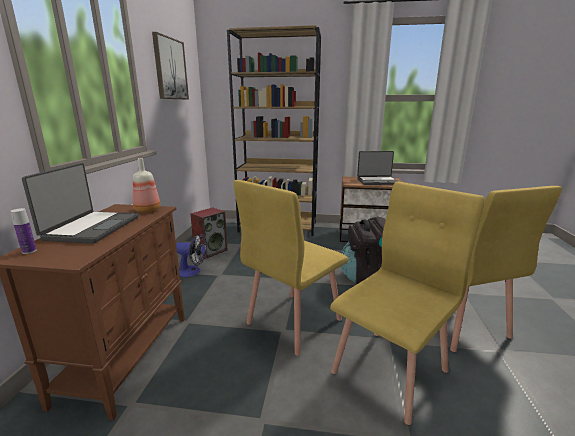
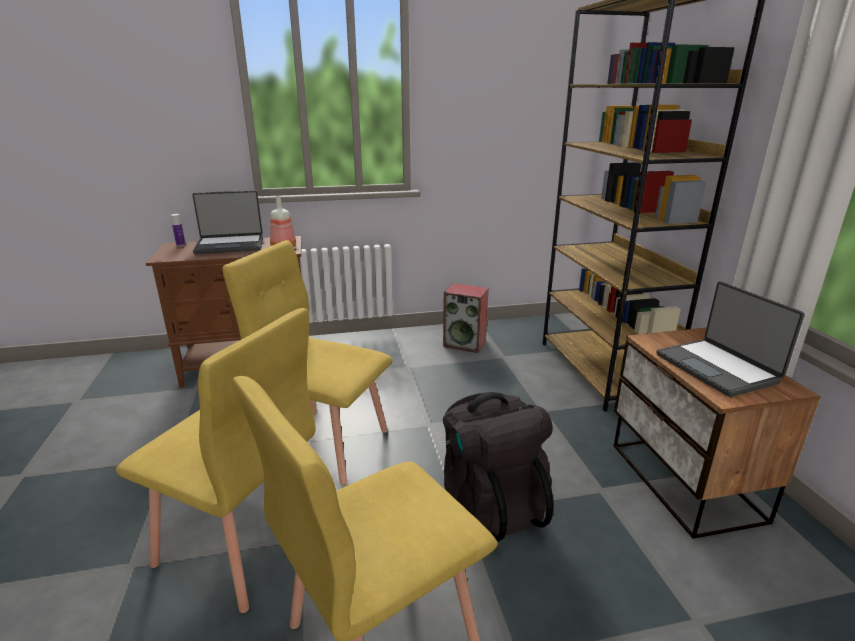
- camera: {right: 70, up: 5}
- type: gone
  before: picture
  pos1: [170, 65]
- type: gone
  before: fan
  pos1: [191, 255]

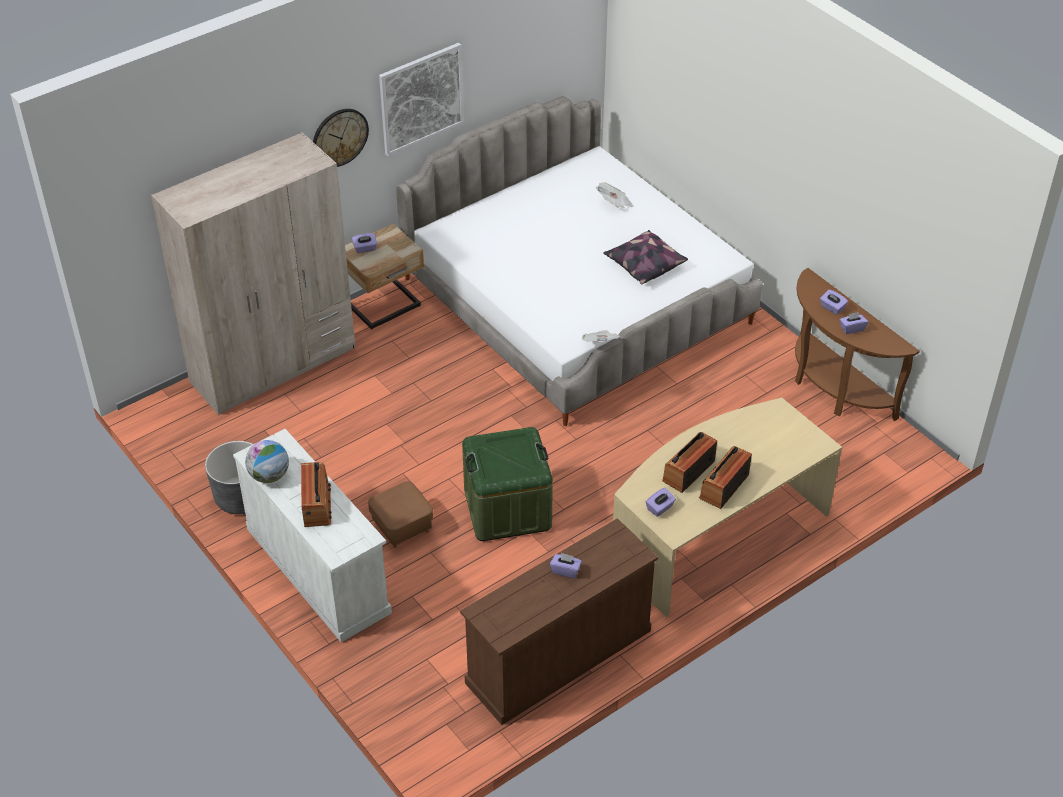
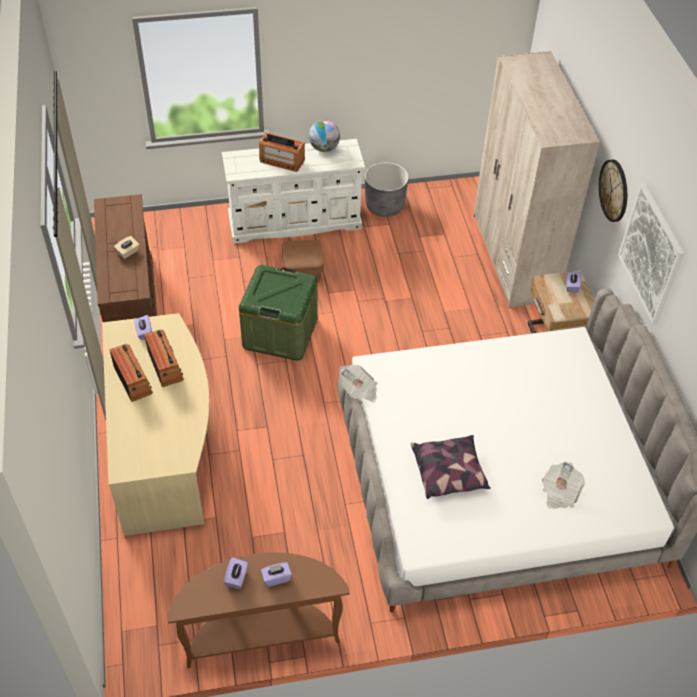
- camera: {right: 115, up: 5}
- type: repainted
  before: purple tissue box
  after: beige tissue box
  pos1: [566, 565]
  pos2: [126, 247]

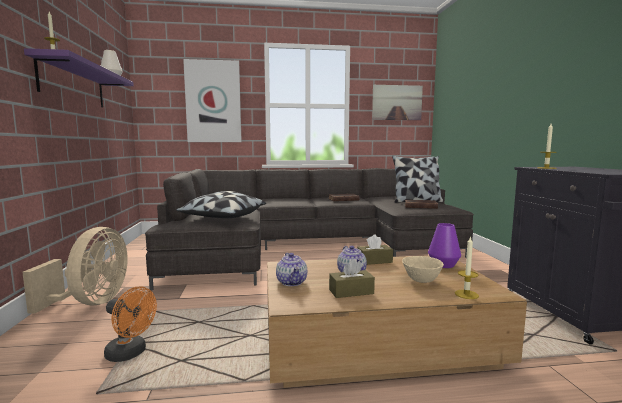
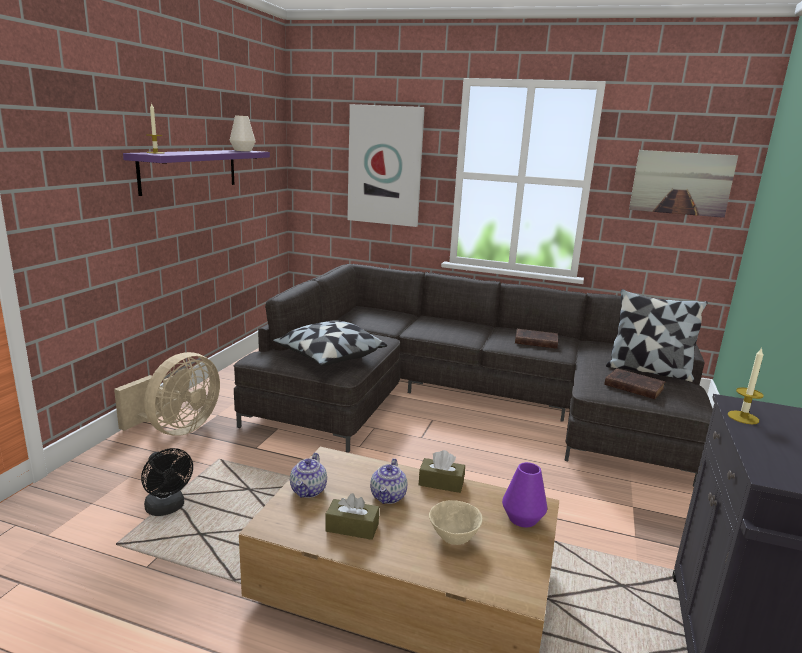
- camera: {right: 25, up: 10}
- type: gone
  before: candle
  pos1: [467, 267]
- type: repainted
  before: orange fan
  after: black fan
  pos1: [130, 324]
  pos2: [167, 482]

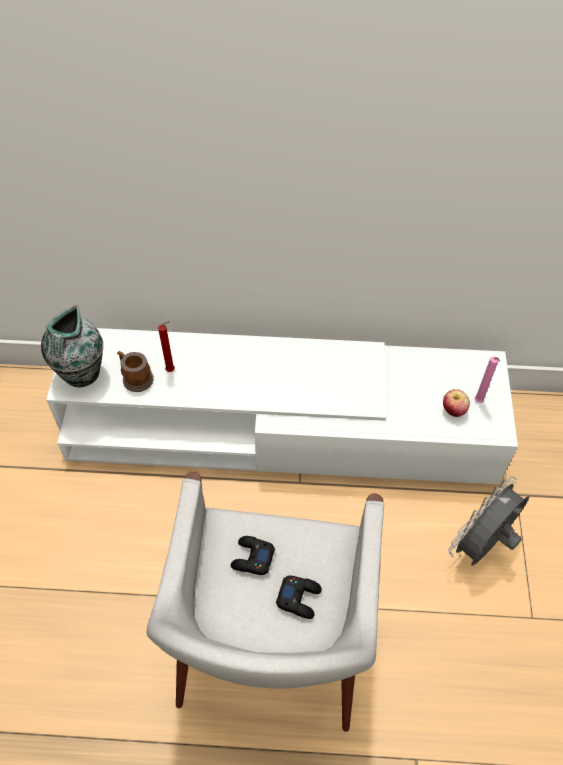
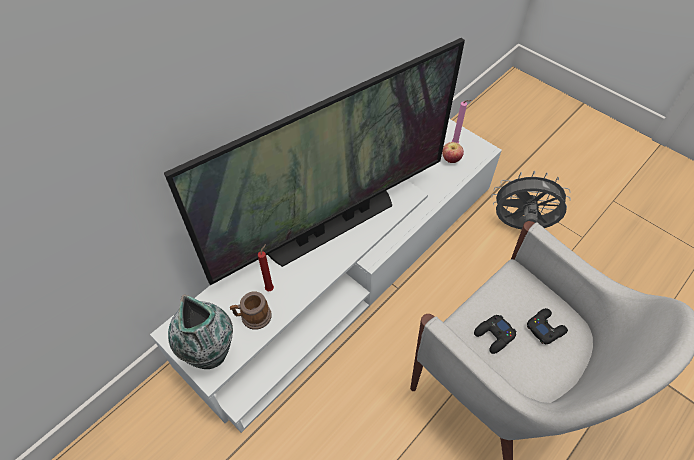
- camera: {right: -50, up: 0}
- type: rotated
  before: grey fan
  pos1: [489, 521]
  pos2: [531, 200]
  turn: 105
- type: new
  after: television
  pos2: [314, 161]

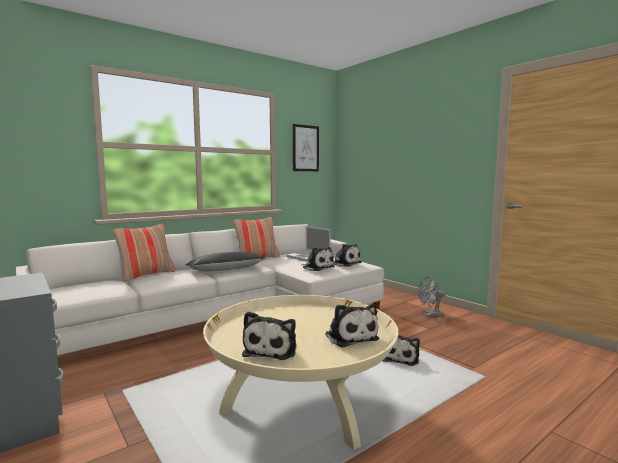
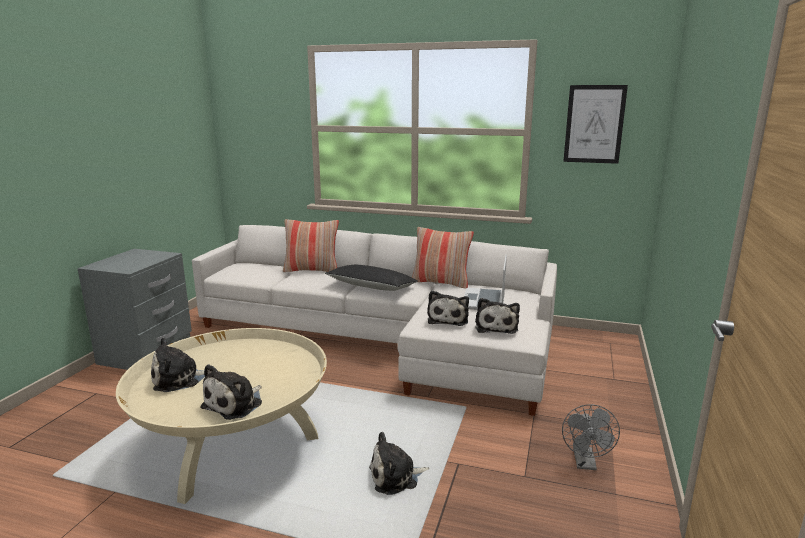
- camera: {right: 55, up: 10}
- type: rotated
  before: grey fan
  pos1: [432, 297]
  pos2: [591, 437]
  turn: -120

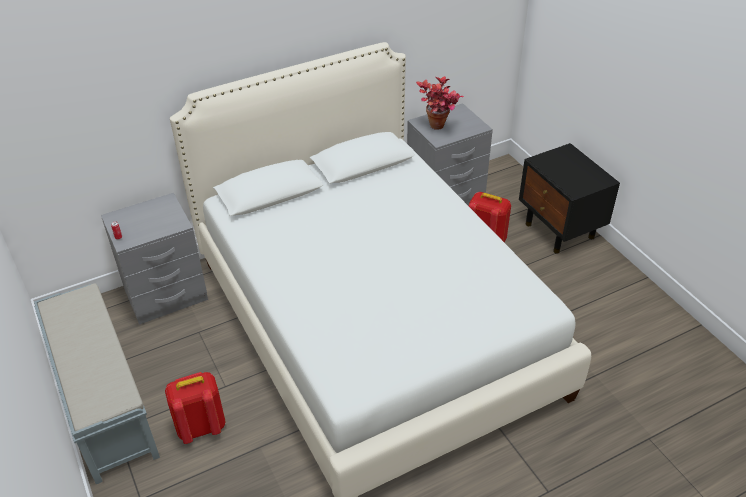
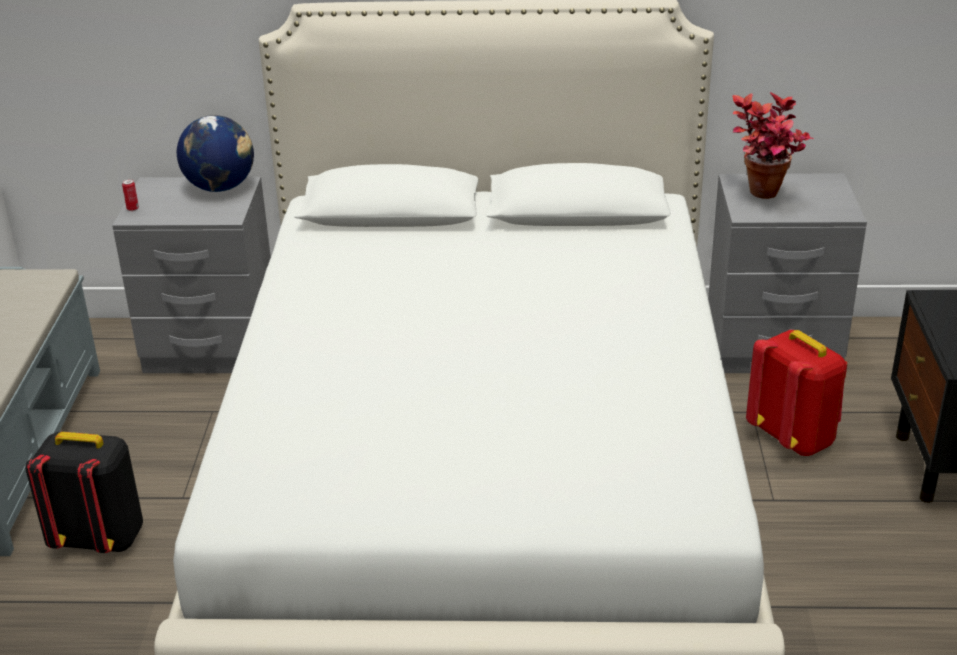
- camera: {right: 30, up: -10}
- type: repainted
  before: red backpack
  after: black backpack
  pos1: [195, 408]
  pos2: [84, 492]
- type: new
  after: globe
  pos2: [215, 153]

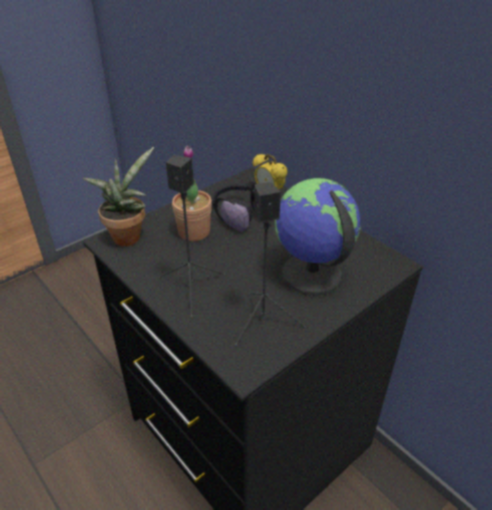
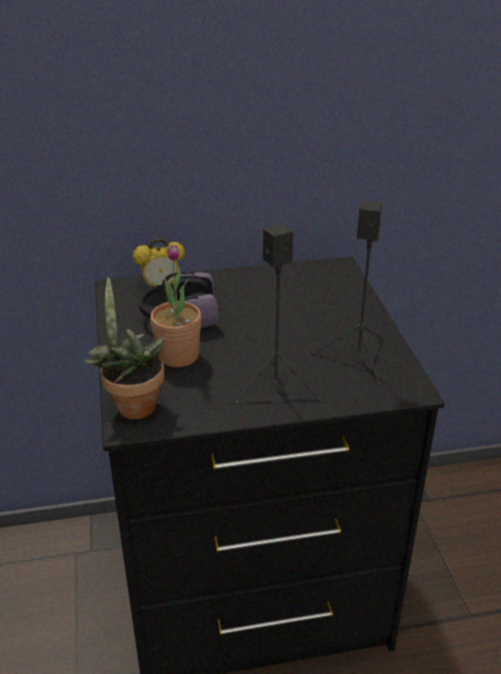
- camera: {right: -60, up: -5}
- type: gone
  before: globe
  pos1: [318, 237]

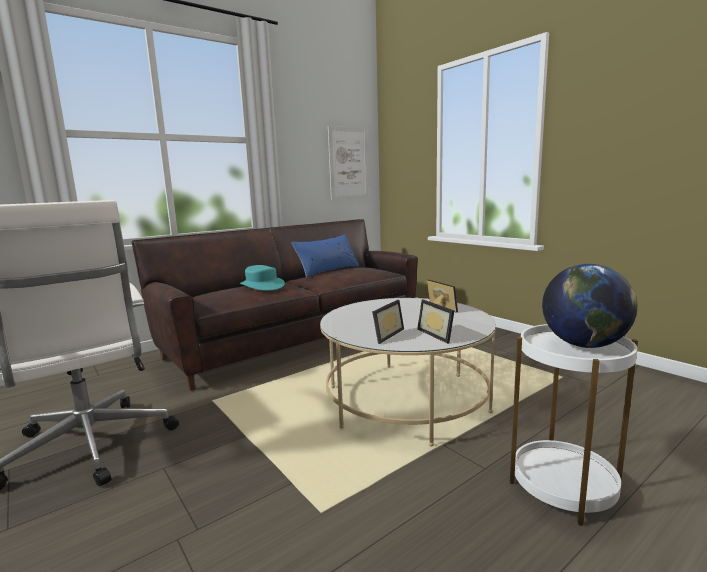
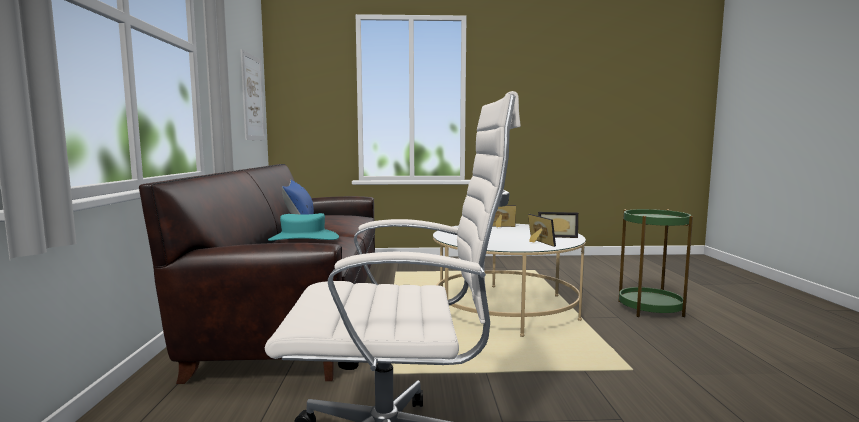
- camera: {right: -55, up: -5}
- type: gone
  before: globe
  pos1: [589, 306]
- type: repainted
  before: white side table
  after: green side table
  pos1: [574, 425]
  pos2: [655, 263]

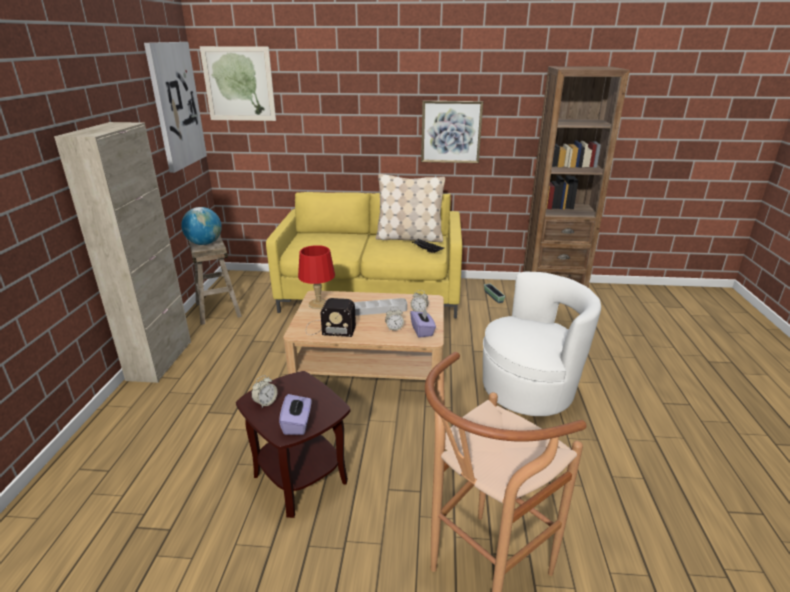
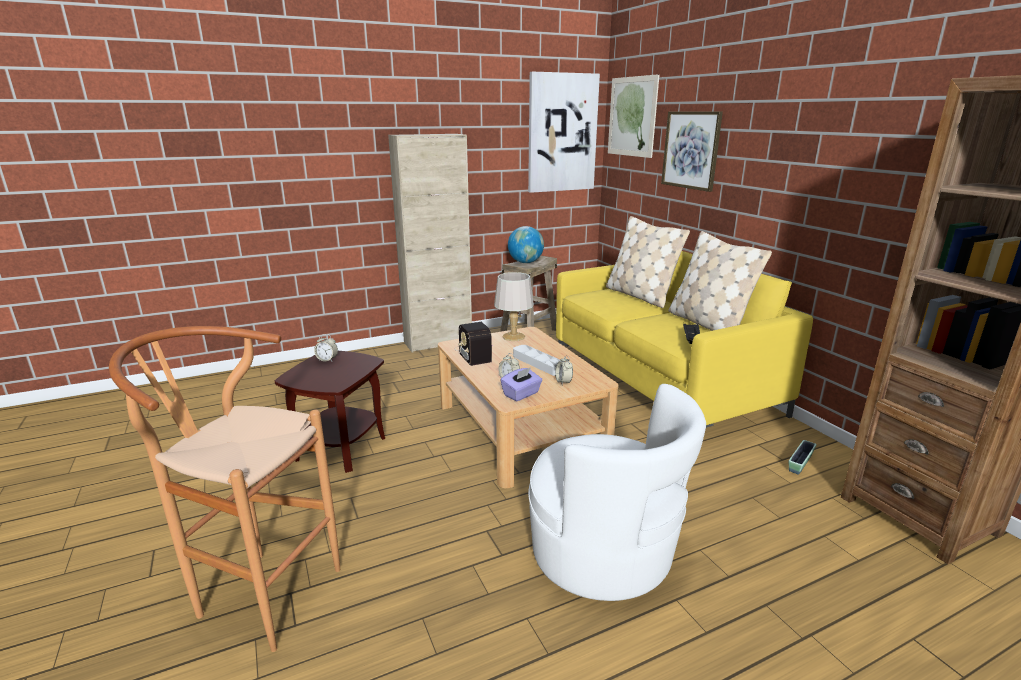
- camera: {right: 60, up: -5}
- type: shifted
  before: picture
  pos1: [452, 132]
  pos2: [692, 152]
- type: repainted
  before: red table lamp
  after: grey table lamp
  pos1: [316, 277]
  pos2: [514, 306]
- type: gone
  before: purple tissue box
  pos1: [295, 414]
- type: new
  after: beige pillow
  pos2: [648, 262]

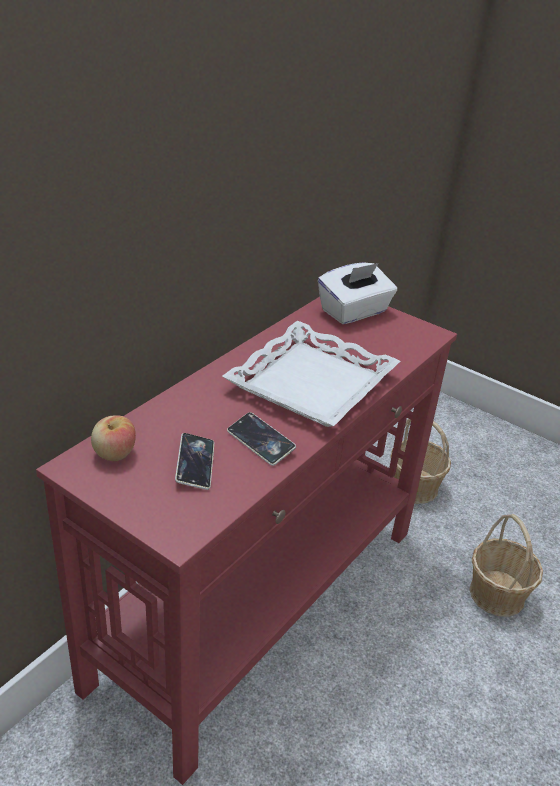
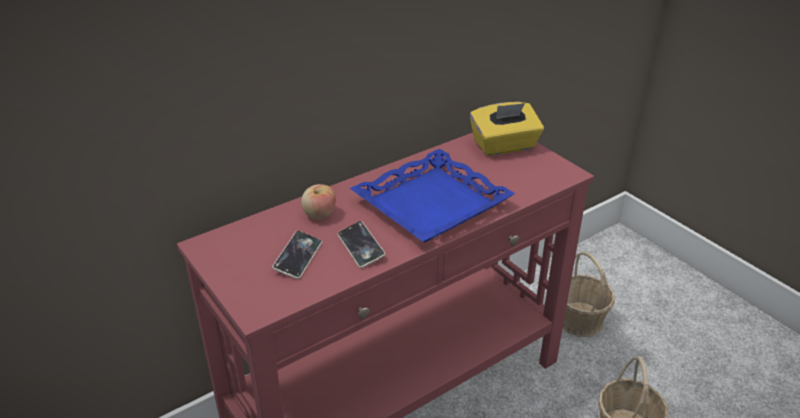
- camera: {right: 20, up: 0}
- type: repainted
  before: white tissue box
  after: yellow tissue box
  pos1: [357, 293]
  pos2: [507, 129]
- type: repainted
  before: white tray
  after: blue tray
  pos1: [311, 374]
  pos2: [433, 195]
- type: shifted
  before: apple
  pos1: [113, 438]
  pos2: [318, 202]

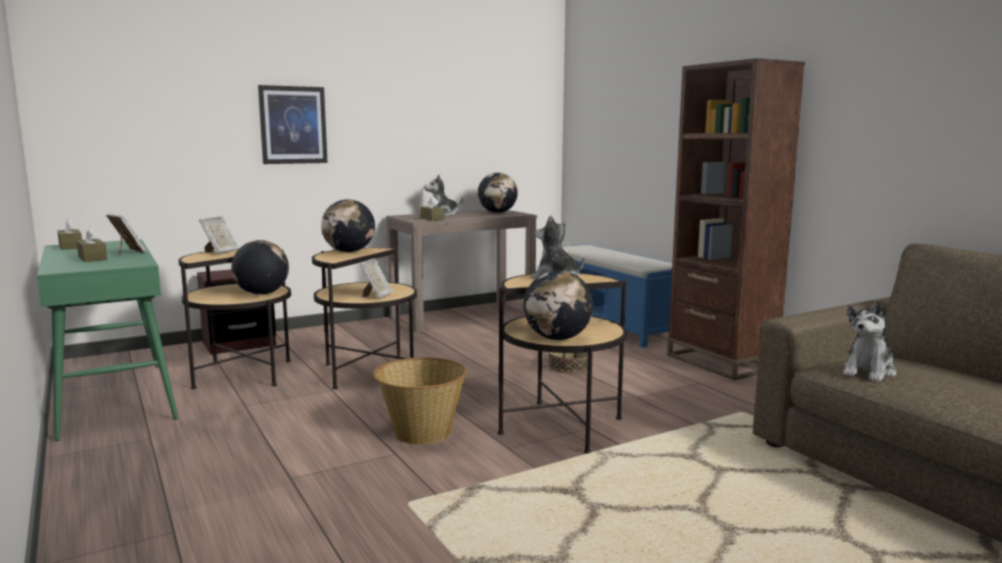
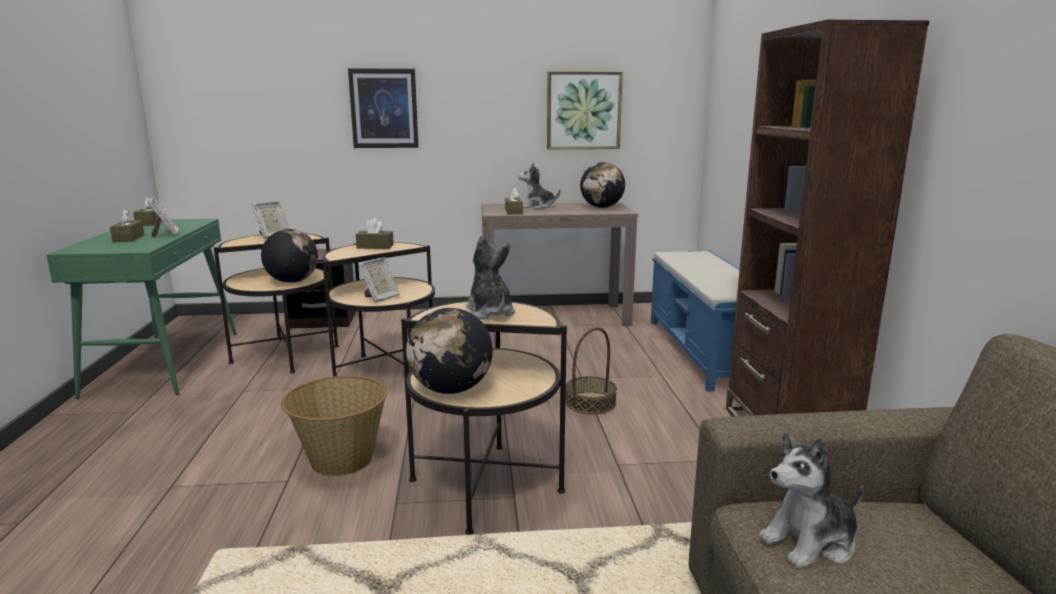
- camera: {right: 25, up: 5}
- type: swapped
  before: globe
  after: brown tissue box
  pos1: [348, 225]
  pos2: [375, 233]
- type: new
  after: picture
  pos2: [585, 110]

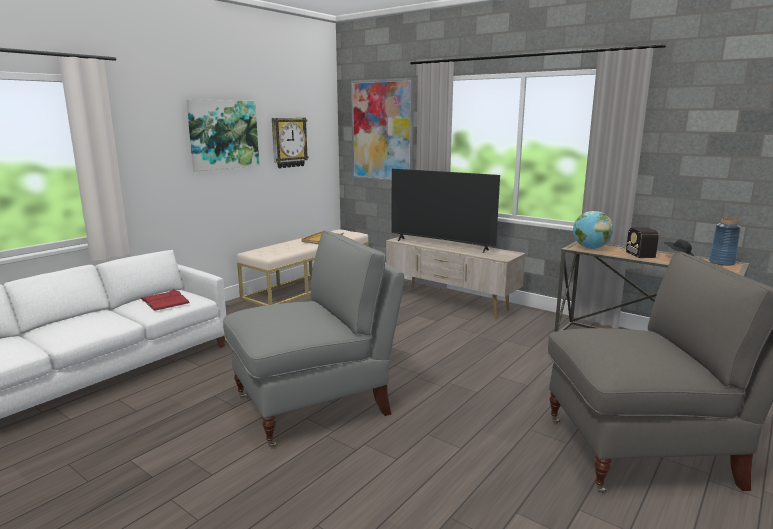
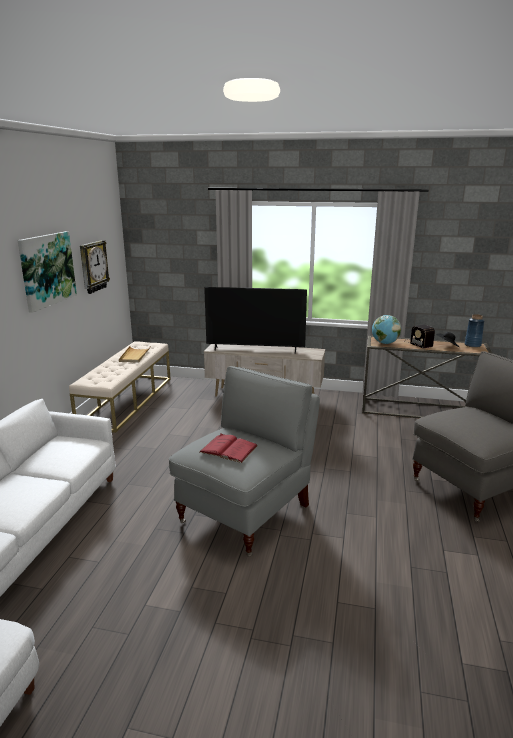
- camera: {right: -25, up: 5}
- type: gone
  before: picture
  pos1: [382, 129]
- type: shifted
  before: red book
  pos1: [165, 300]
  pos2: [228, 448]

